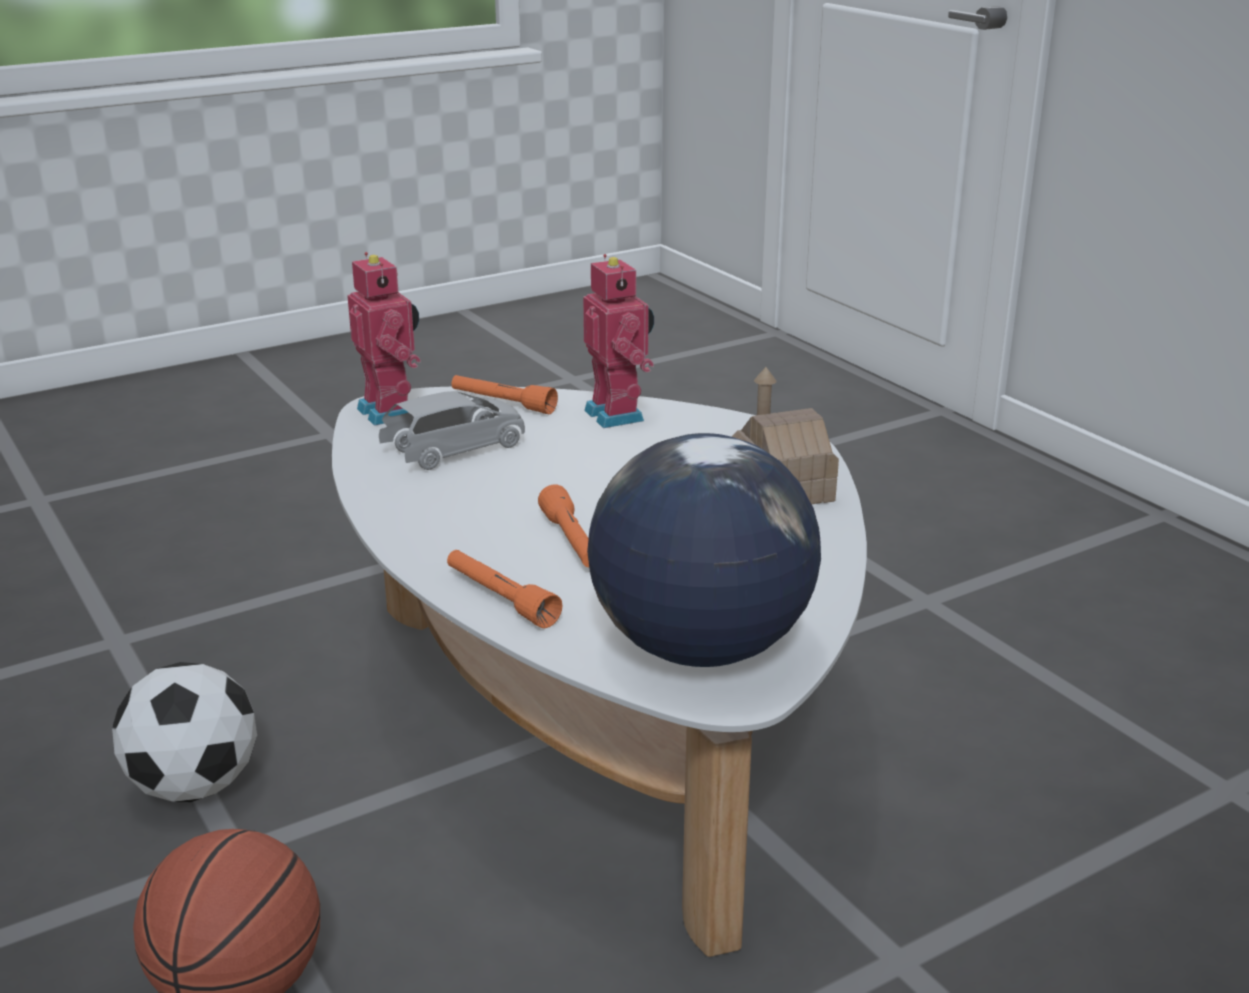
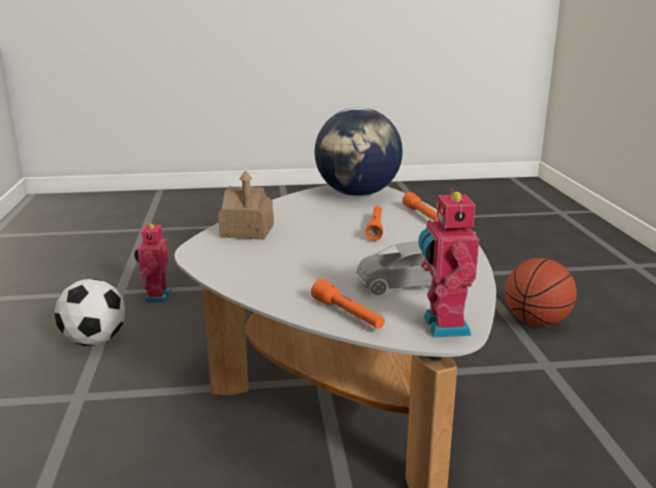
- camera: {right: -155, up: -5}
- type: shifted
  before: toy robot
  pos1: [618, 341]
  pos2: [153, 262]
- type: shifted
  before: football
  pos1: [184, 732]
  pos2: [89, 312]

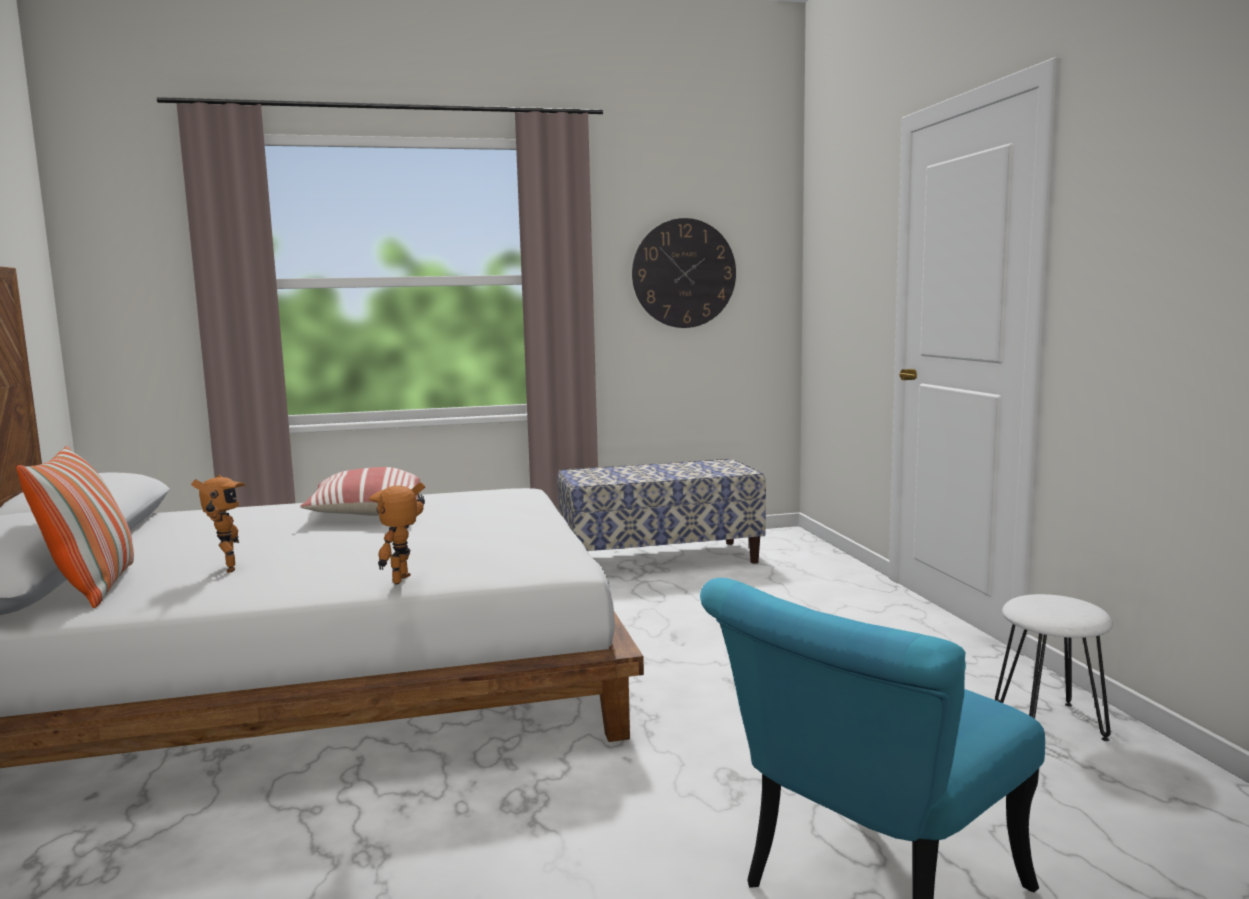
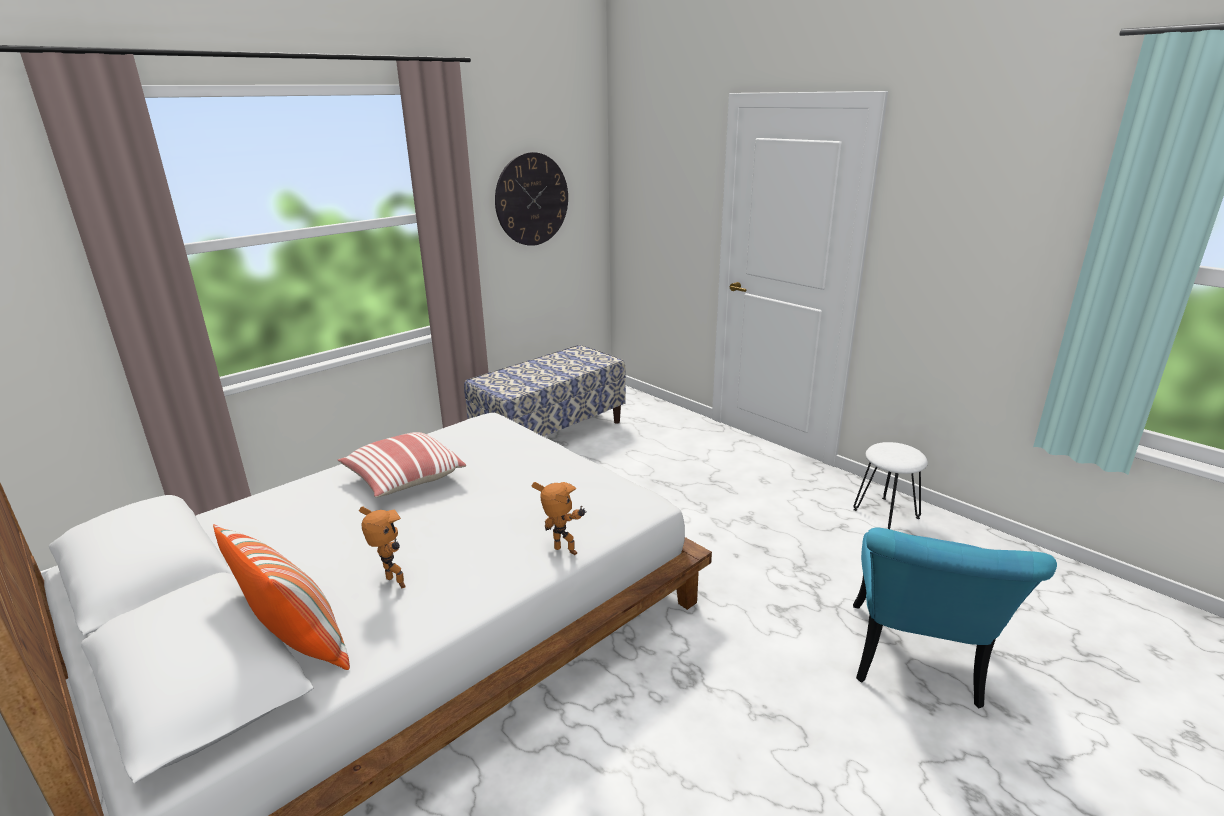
- camera: {right: -30, up: 15}
- type: rotated
  before: toy robot
  pos1: [396, 533]
  pos2: [559, 518]
  turn: 135

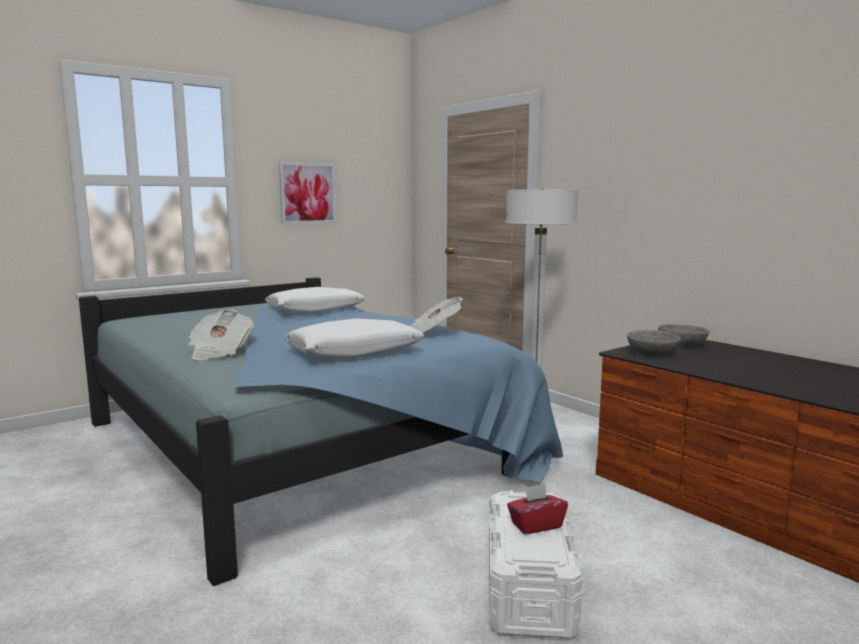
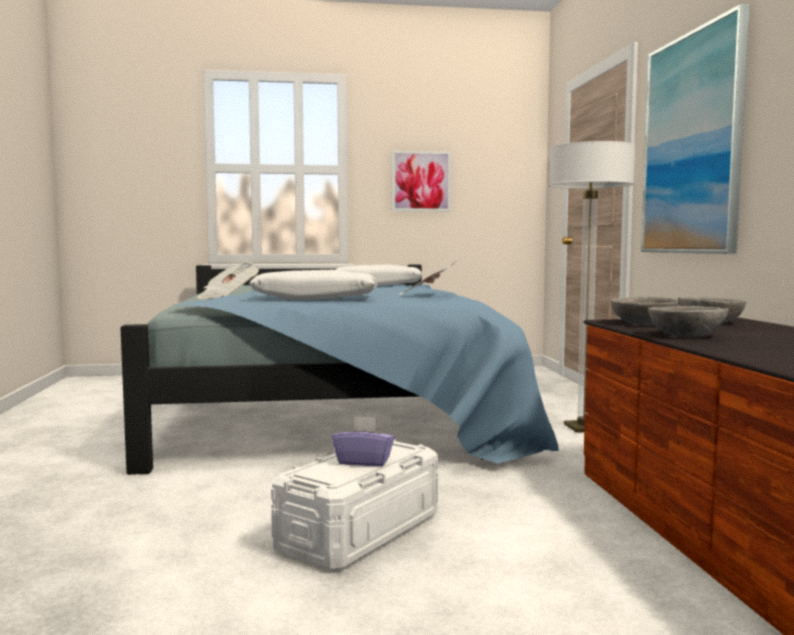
- camera: {right: 30, up: -5}
- type: repainted
  before: red tissue box
  after: purple tissue box
  pos1: [537, 509]
  pos2: [363, 441]
- type: new
  after: picture
  pos2: [695, 129]
- type: new
  after: grey bowl
  pos2: [688, 321]

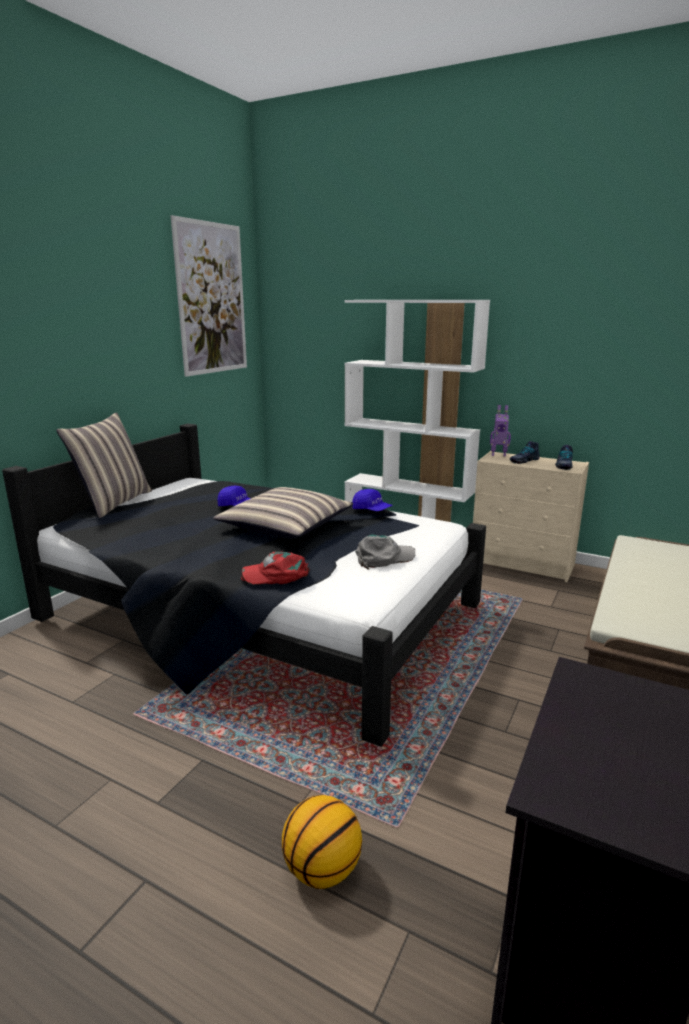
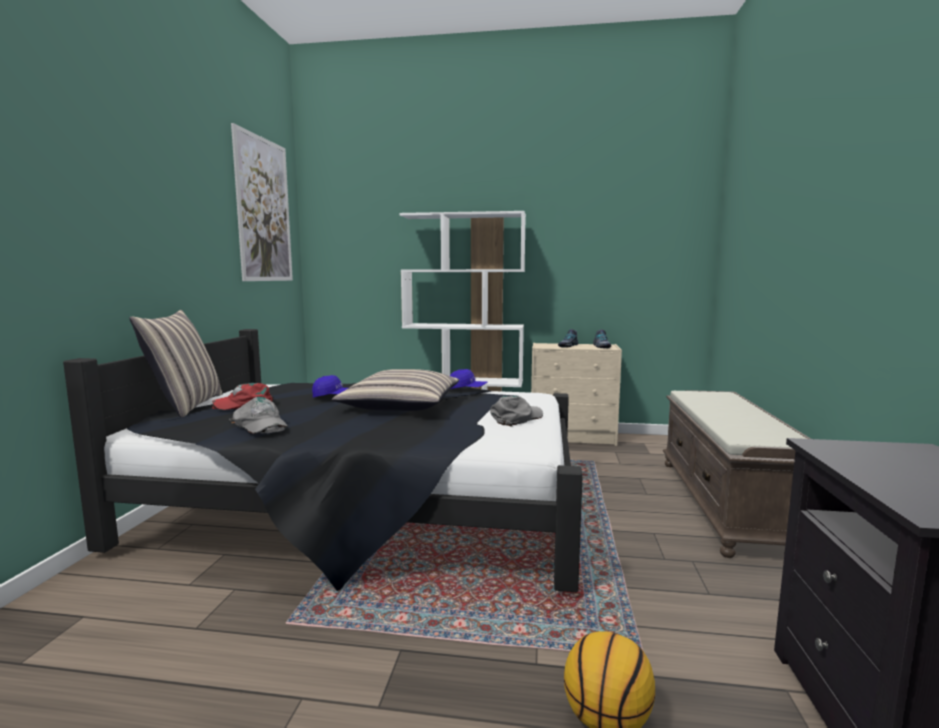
- camera: {right: -20, up: -10}
- type: gone
  before: toy robot
  pos1: [500, 430]
- type: shifted
  before: red cap
  pos1: [275, 568]
  pos2: [242, 396]
- type: new
  after: grey cap
  pos2: [258, 415]

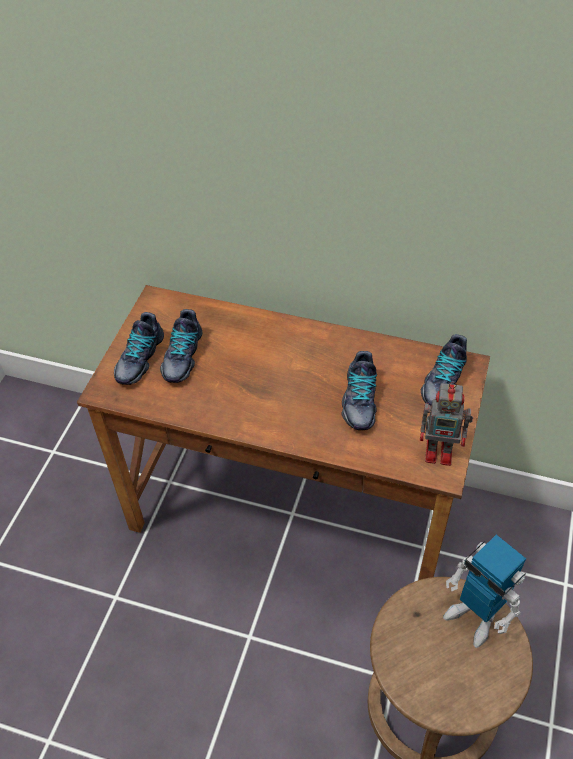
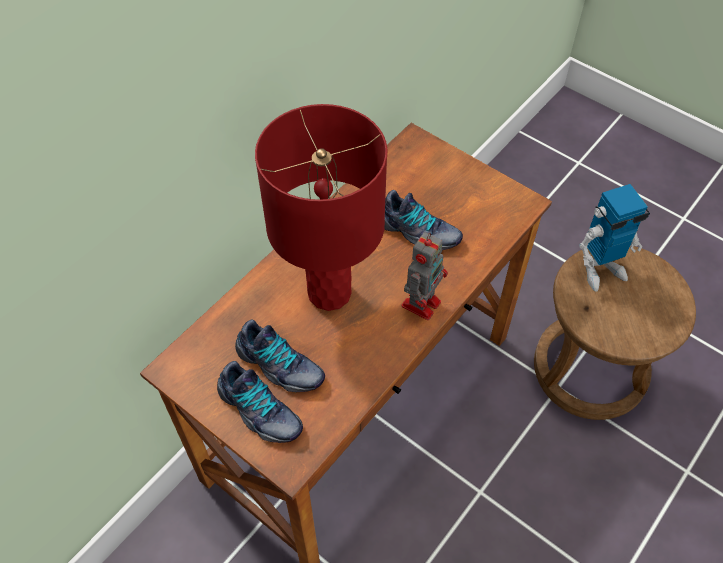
- camera: {right: -70, up: 5}
- type: gone
  before: shoe
  pos1: [444, 370]
- type: shifted
  before: toy robot
  pos1: [446, 424]
  pos2: [424, 276]
- type: new
  after: red table lamp
  pos2: [321, 207]

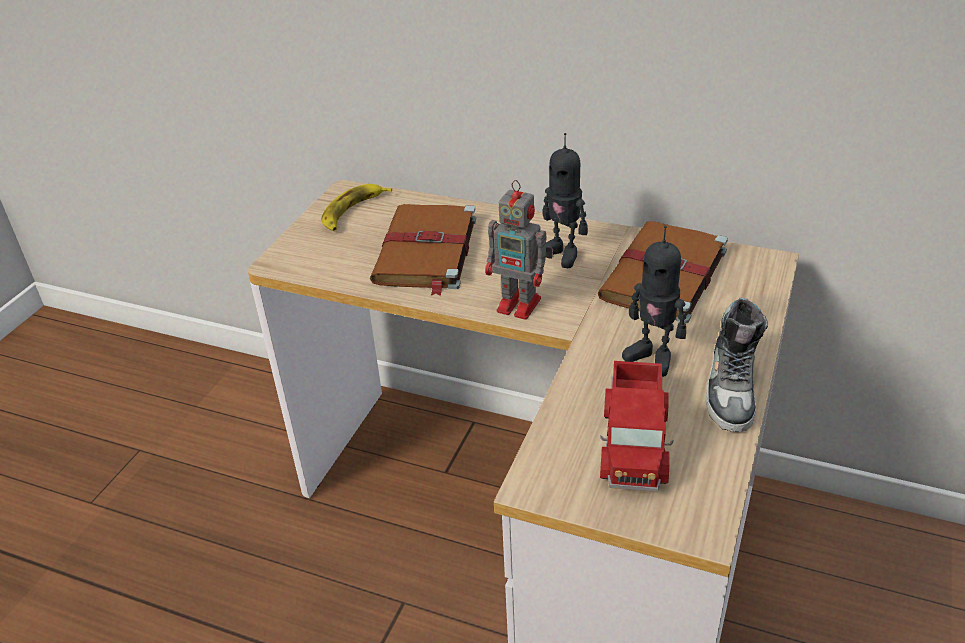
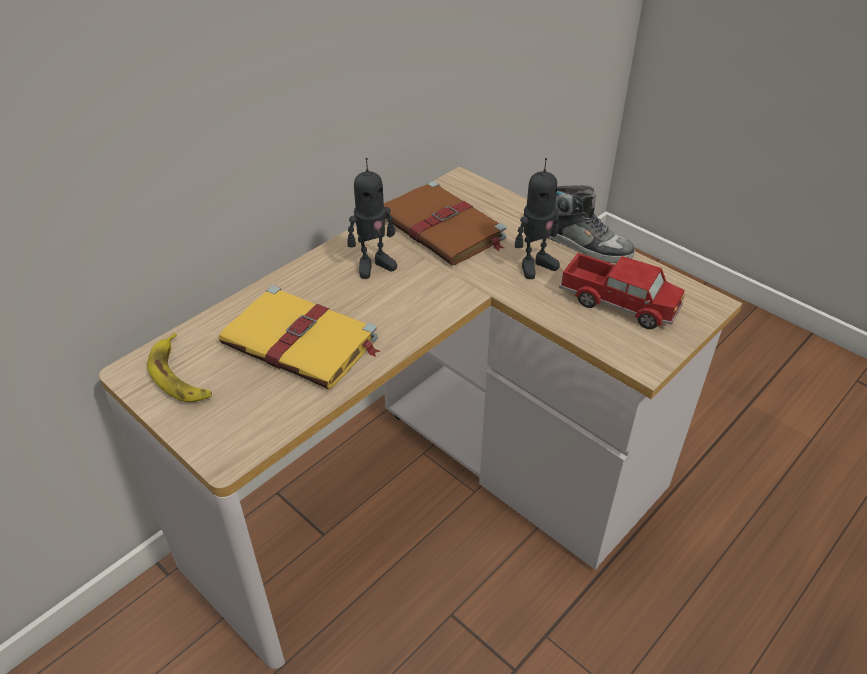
- camera: {right: -70, up: 5}
- type: gone
  before: toy robot
  pos1: [519, 250]
- type: repainted
  before: brown book
  after: yellow book
  pos1: [423, 250]
  pos2: [299, 337]

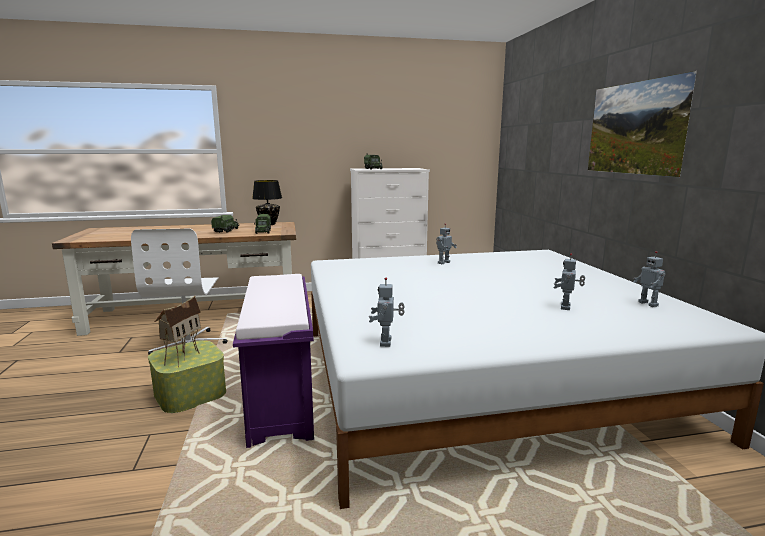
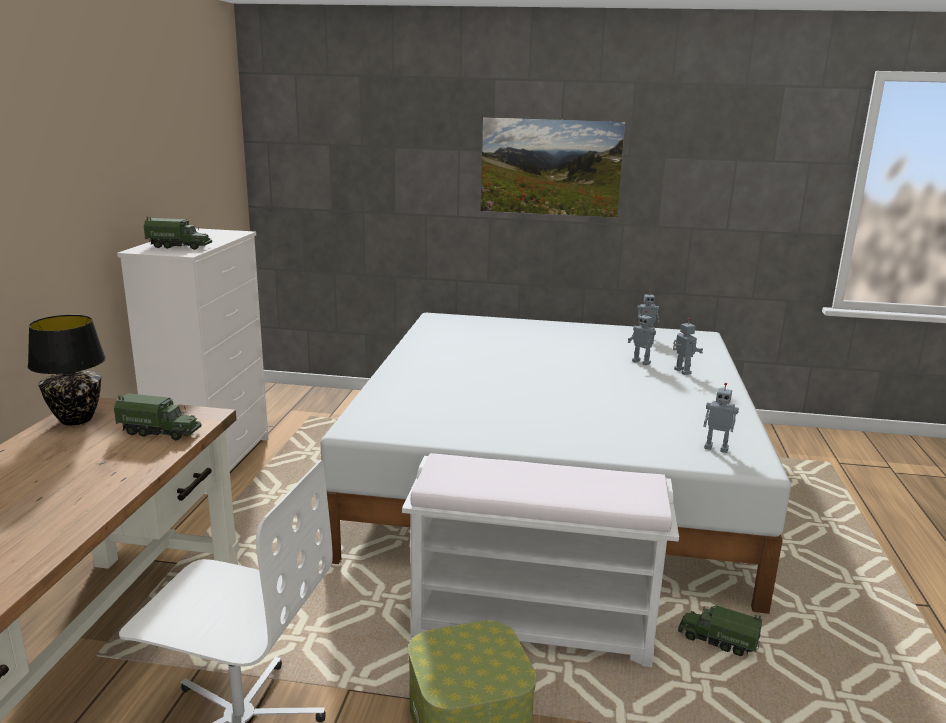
- camera: {right: -70, up: 5}
- type: shifted
  before: toy truck
  pos1: [225, 224]
  pos2: [720, 630]
- type: shifted
  before: toy robot
  pos1: [446, 243]
  pos2: [688, 346]
- type: repainted
  before: purple bench
  after: white bench
  pos1: [273, 361]
  pos2: [540, 560]
- type: gone
  before: toy house
  pos1: [178, 331]

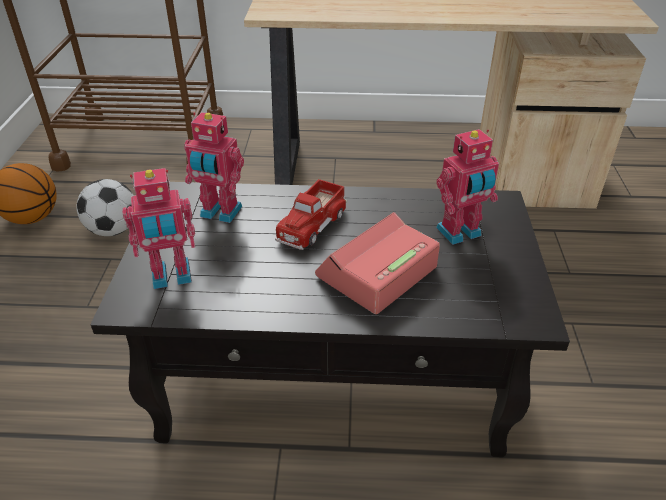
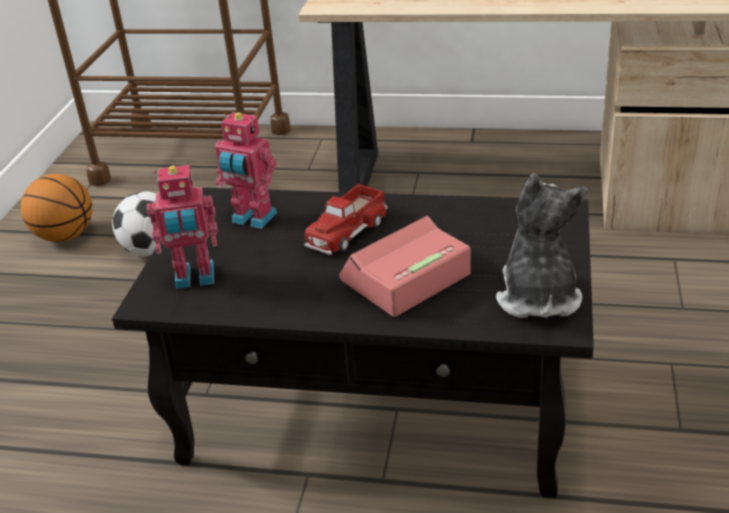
- camera: {right: 10, up: -5}
- type: gone
  before: toy robot
  pos1: [467, 187]
- type: new
  after: plush toy
  pos2: [542, 245]

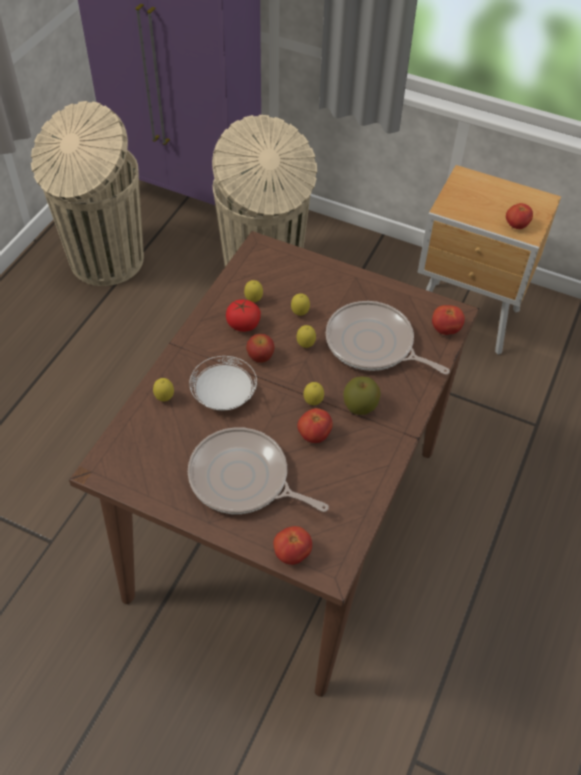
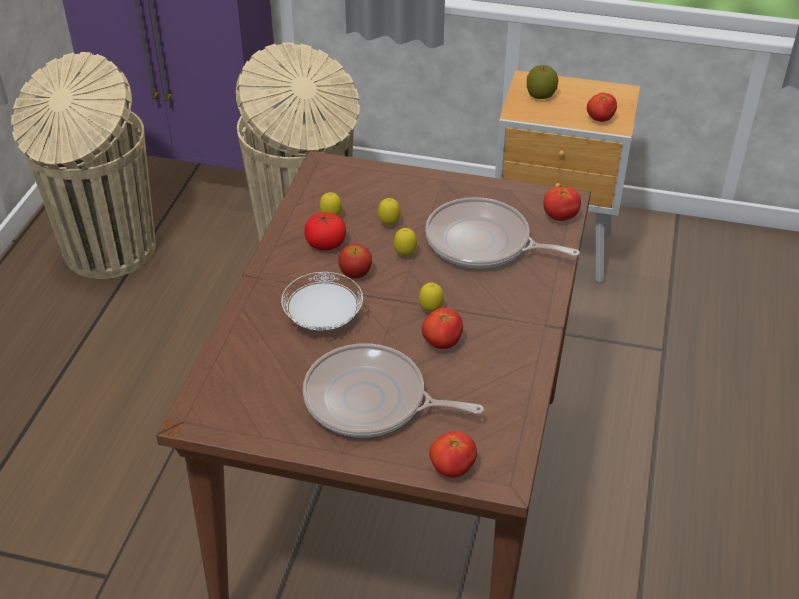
- camera: {right: -10, up: -10}
- type: shifted
  before: apple
  pos1: [362, 395]
  pos2: [542, 82]
- type: gone
  before: lemon
  pos1: [163, 389]

